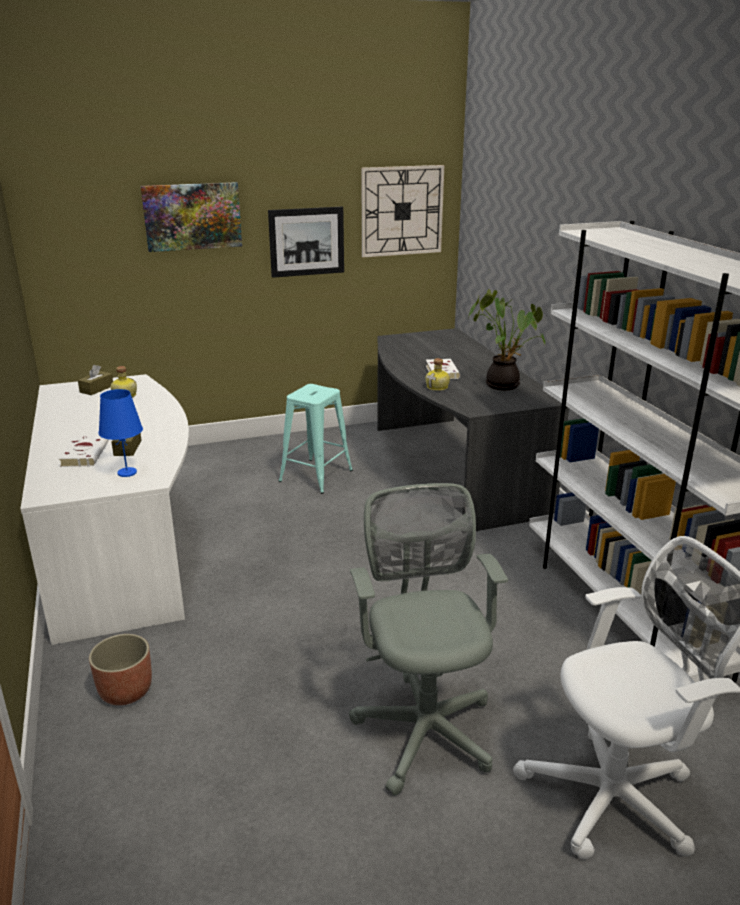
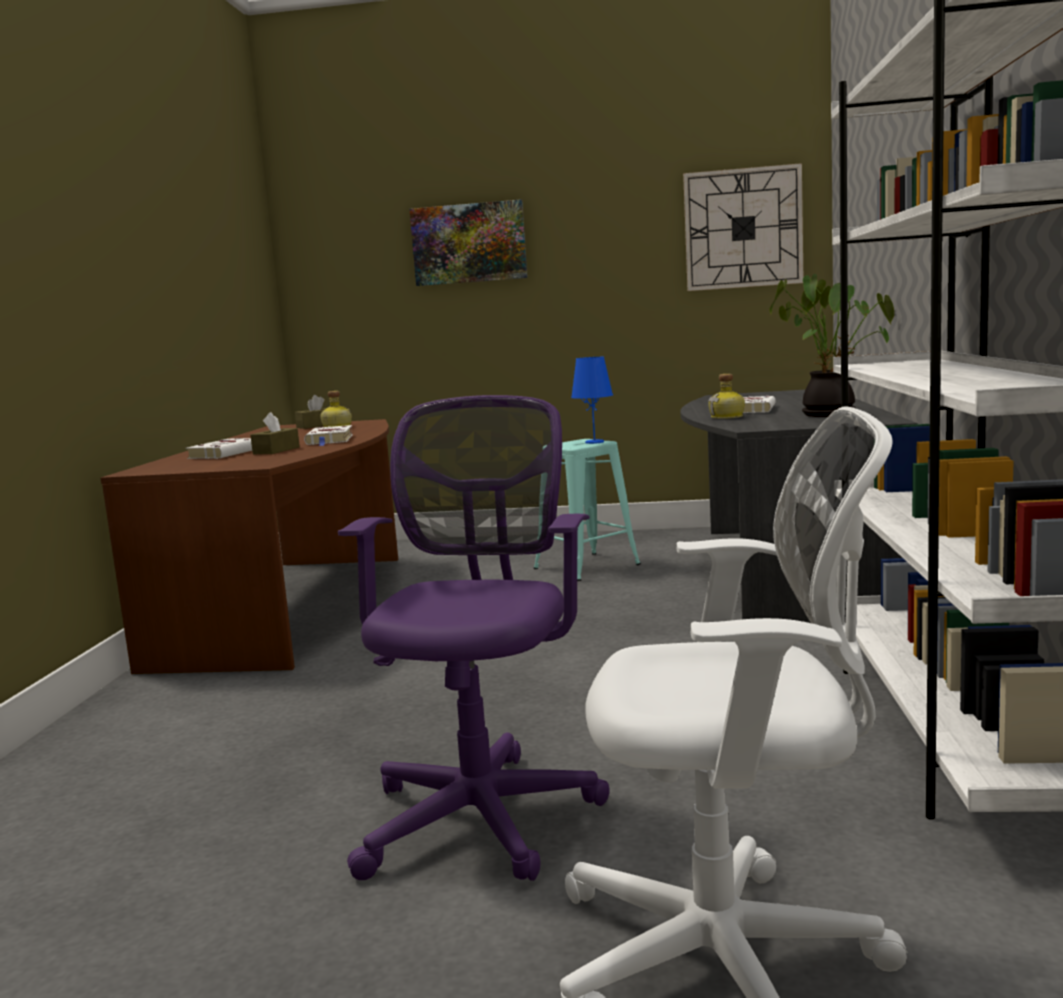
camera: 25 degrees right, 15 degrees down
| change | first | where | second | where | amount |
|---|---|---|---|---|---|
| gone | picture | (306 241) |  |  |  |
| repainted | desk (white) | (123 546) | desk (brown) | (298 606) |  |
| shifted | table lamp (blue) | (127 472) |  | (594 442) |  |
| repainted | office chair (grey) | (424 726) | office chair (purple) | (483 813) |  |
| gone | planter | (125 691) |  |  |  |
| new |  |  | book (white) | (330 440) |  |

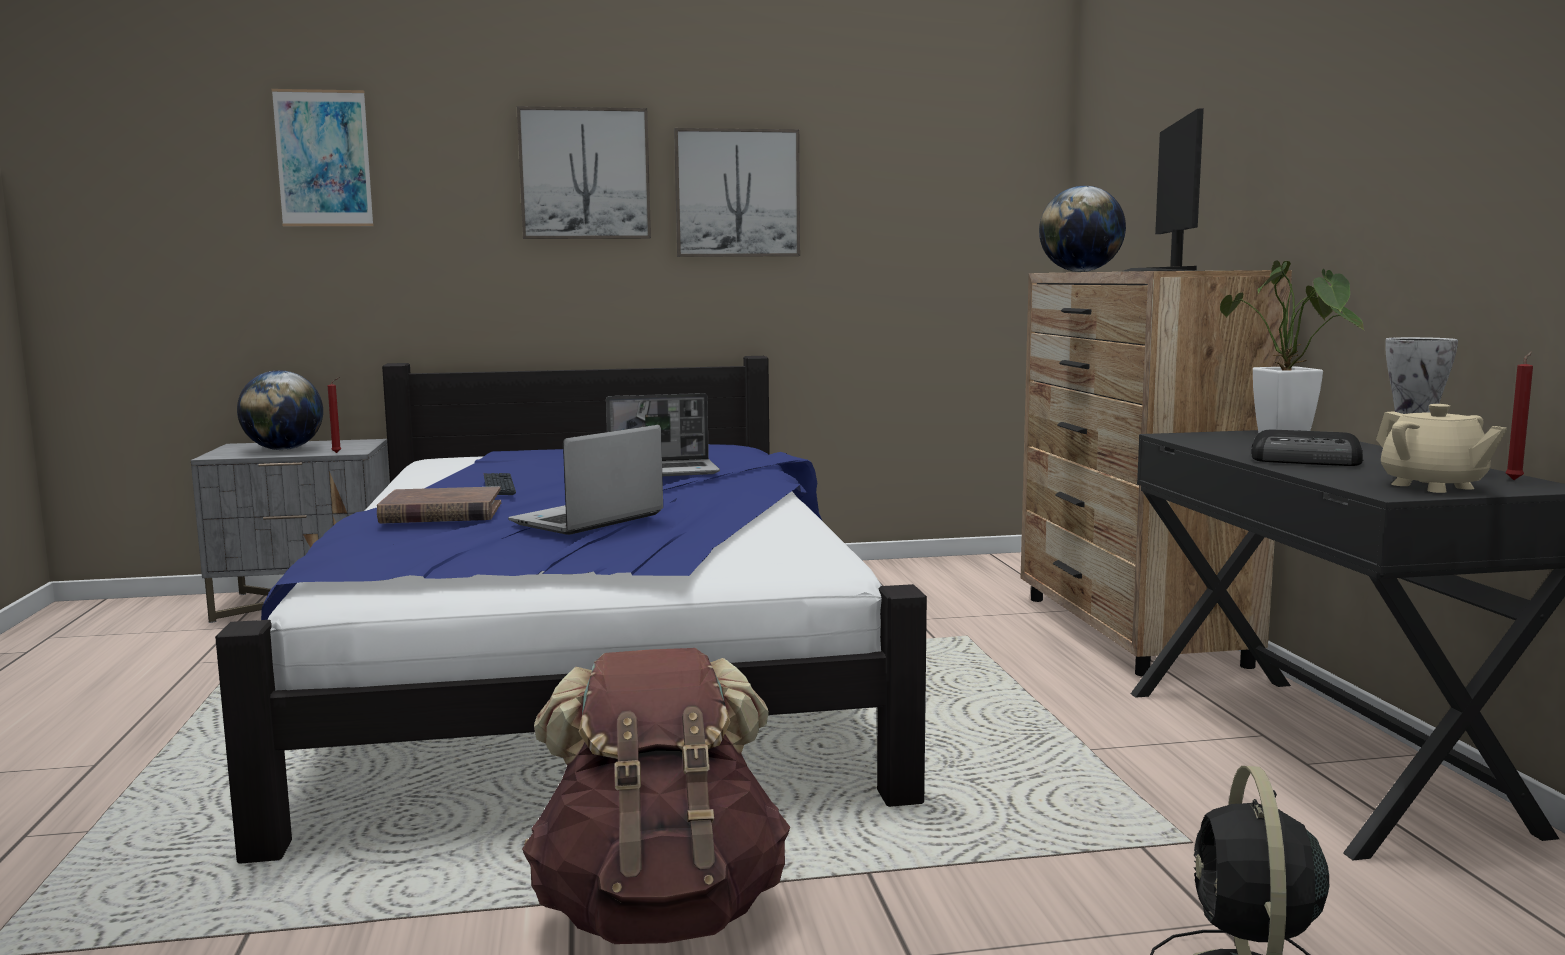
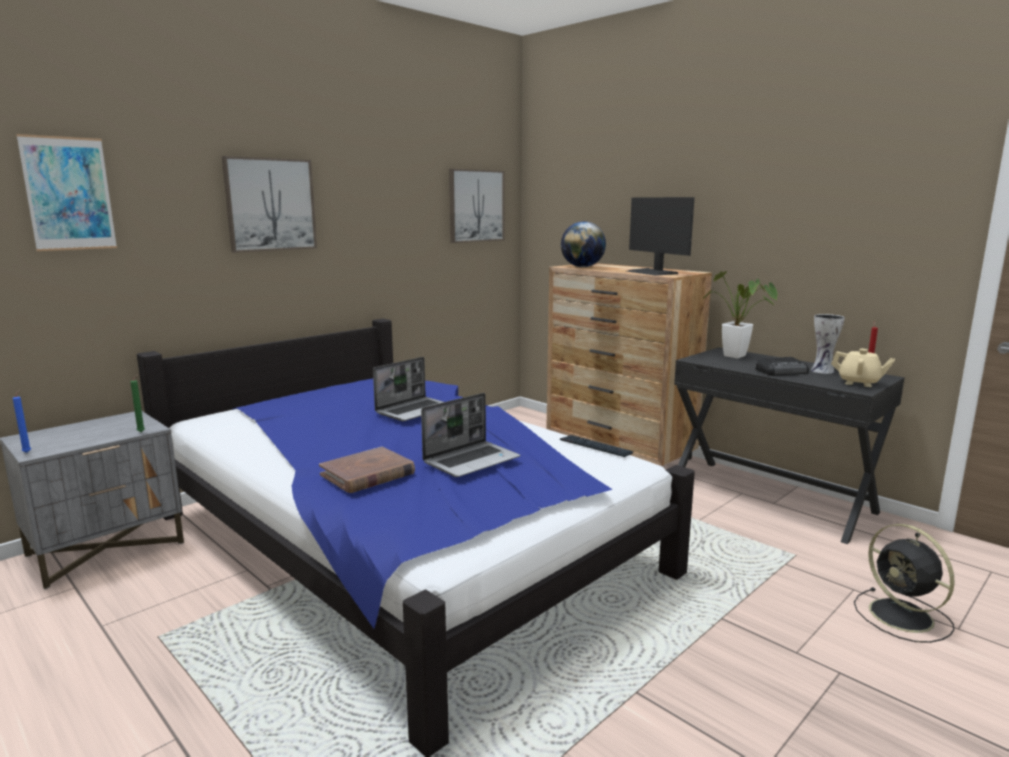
camera: 35 degrees left, 5 degrees up
| change | first | where | second | where | amount |
|---|---|---|---|---|---|
| shifted | picture | (737 193) |  | (476 206) |  |
| gone | globe | (284 449) |  |  |  |
| repainted | candle (red) | (338 453) | candle (green) | (142 432) |  |
| rotated | laptop | (587 520) |  | (472 460) | 135 degrees counterclockwise |
| shifted | keyboard | (499 486) |  | (595 447) |  |
| gone | backpack (brown) | (660 910) |  |  |  |
| new |  |  | candle (blue) | (28 452) |  |

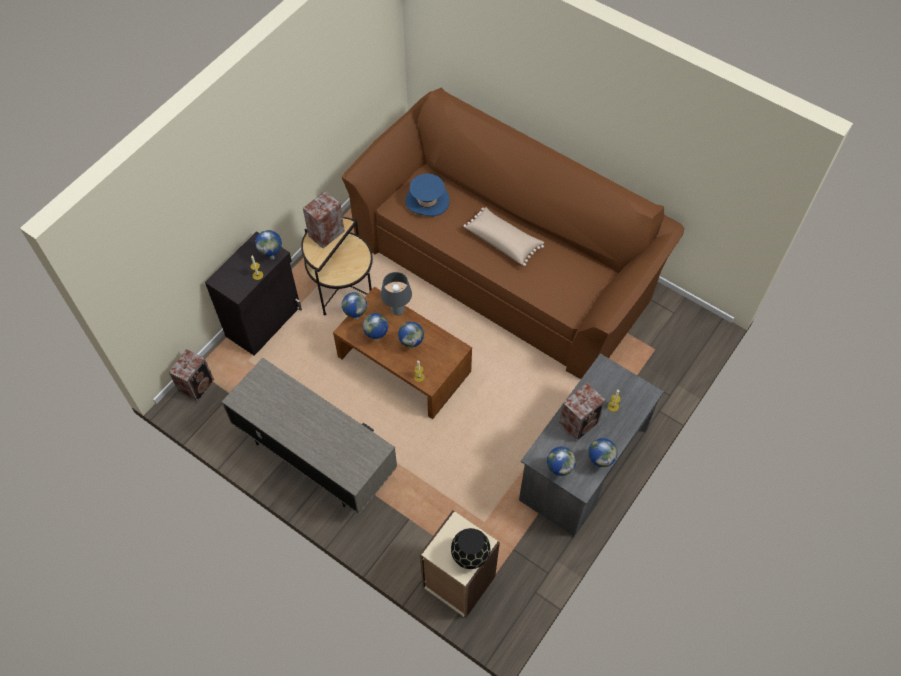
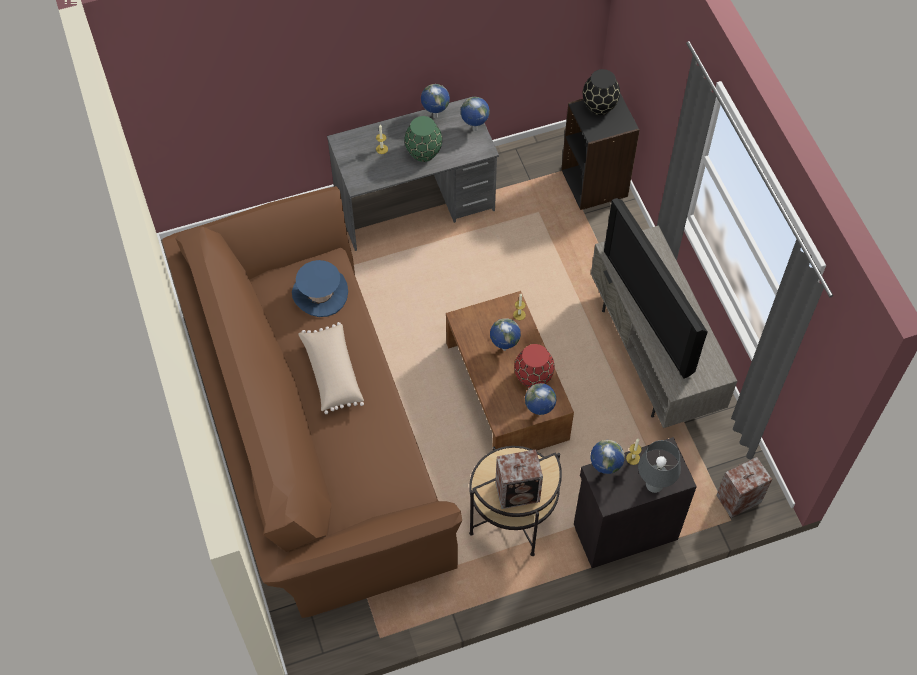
camera: 145 degrees left, 0 degrees up
| change | first | where | second | where | amount |
|---|---|---|---|---|---|
| shifted | hat (blue) | (427 201) |  | (320 293) |  |
| shifted | table lamp (grey) | (397 310) |  | (654 486) |  |
| swapped | globe | (377 339) | vase (red) | (533 377) |  |
| swapped | speaker | (579 423) | vase (green) | (423 153) |  |
| repainted | bookcase (beige) | (458 582) | bookcase (black) | (595 183) |  |
| new |  |  | television | (652 310) |  |

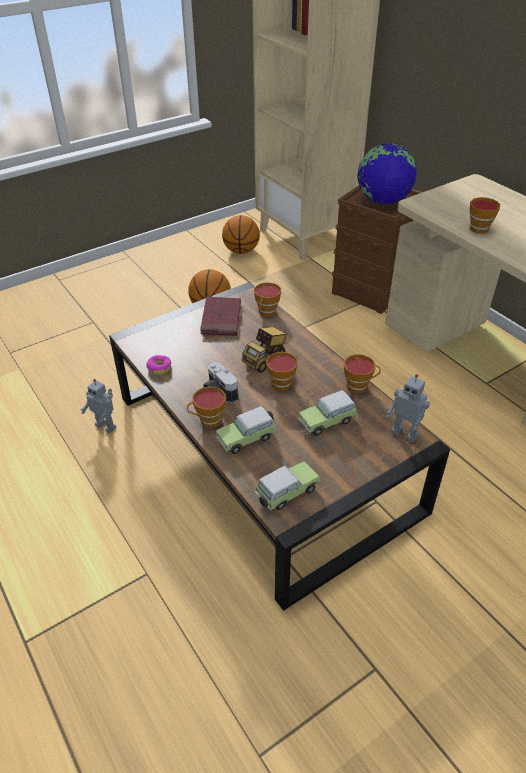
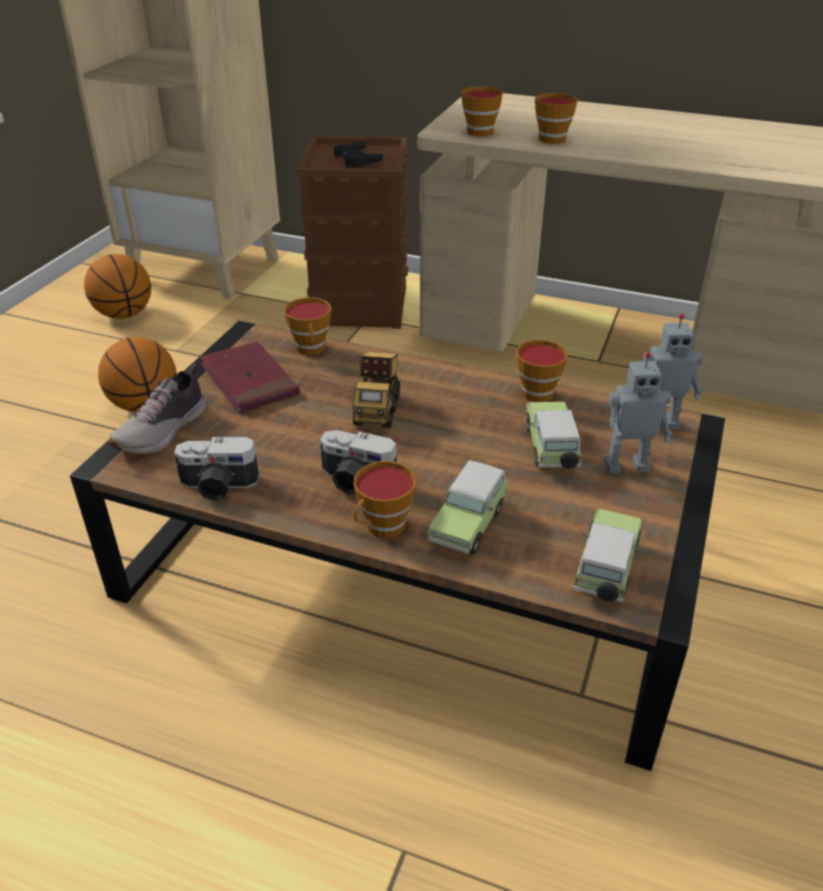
camera: 35 degrees left, 5 degrees down
| change | first | where | second | where | amount |
|---|---|---|---|---|---|
| swapped | globe | (383 201) | game controller (black) | (356 159) |  |
| shifted | cup | (283 382) |  | (480 131) |  |
| swapped | donut | (159 367) | photo camera | (218 487) |  |
| shifted | toy robot | (106 426) |  | (625 465) |  |
| rotated | toy car | (328 421) |  | (551 450) | 150 degrees clockwise |
| new |  |  | shoe | (163 430) |  |

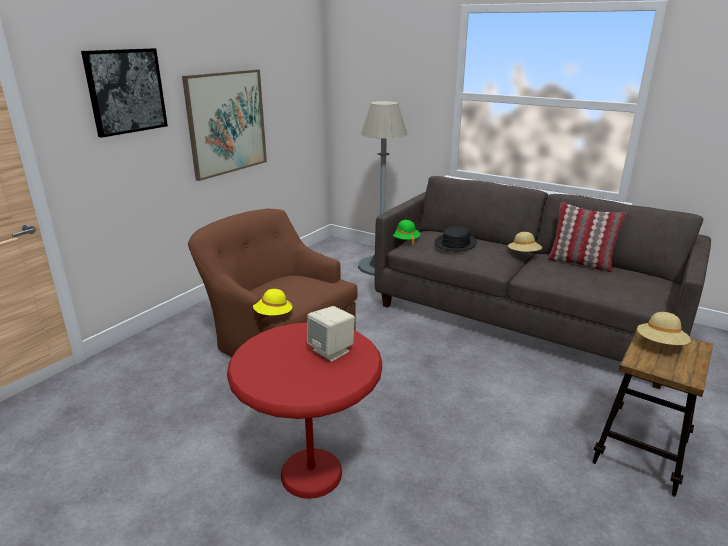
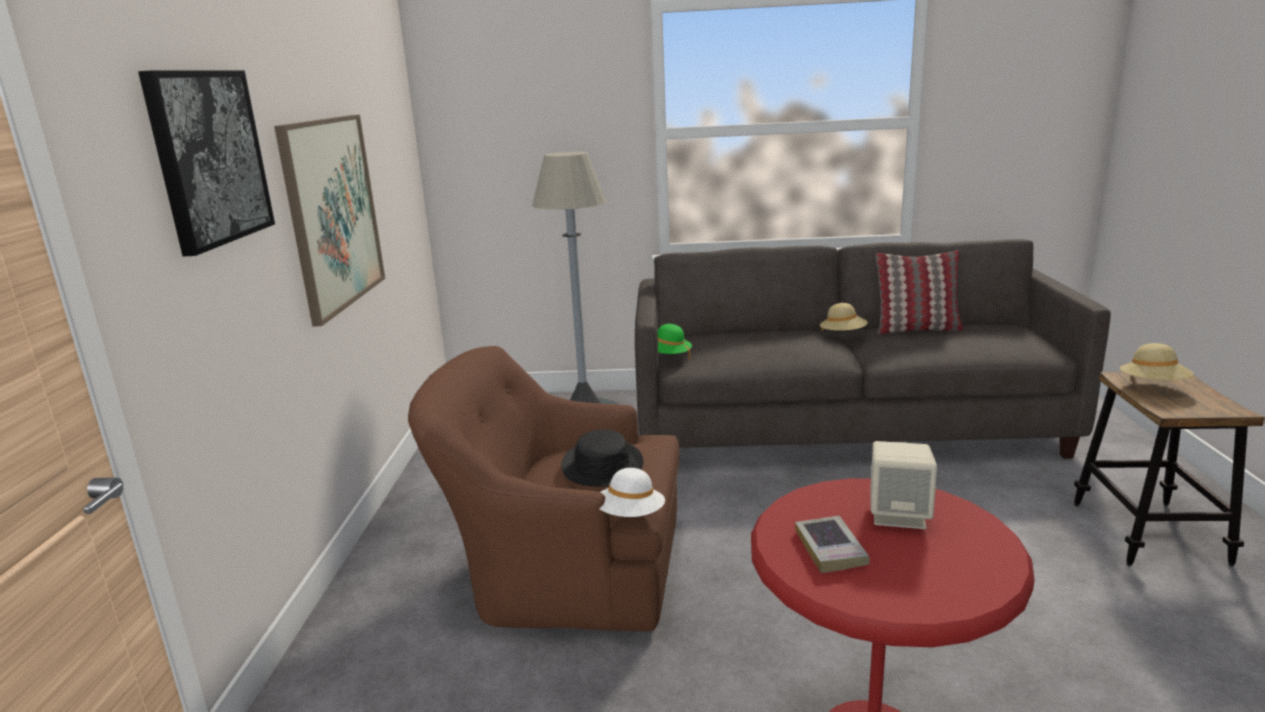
camera: 30 degrees left, 5 degrees down
| change | first | where | second | where | amount |
|---|---|---|---|---|---|
| shifted | hat (black) | (455 243) |  | (602 465) |  |
| repainted | hat (yellow) | (273 315) | hat (white) | (630 516) |  |
| new |  |  | book | (830 549) |  |

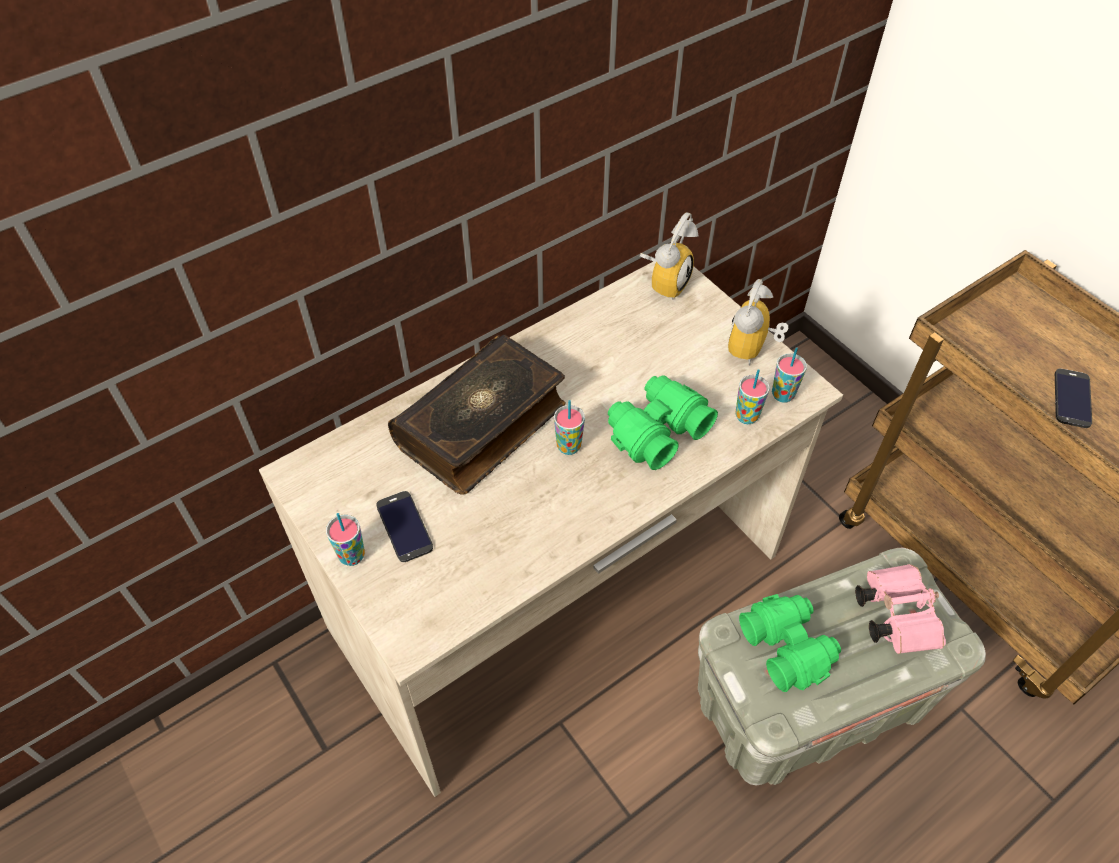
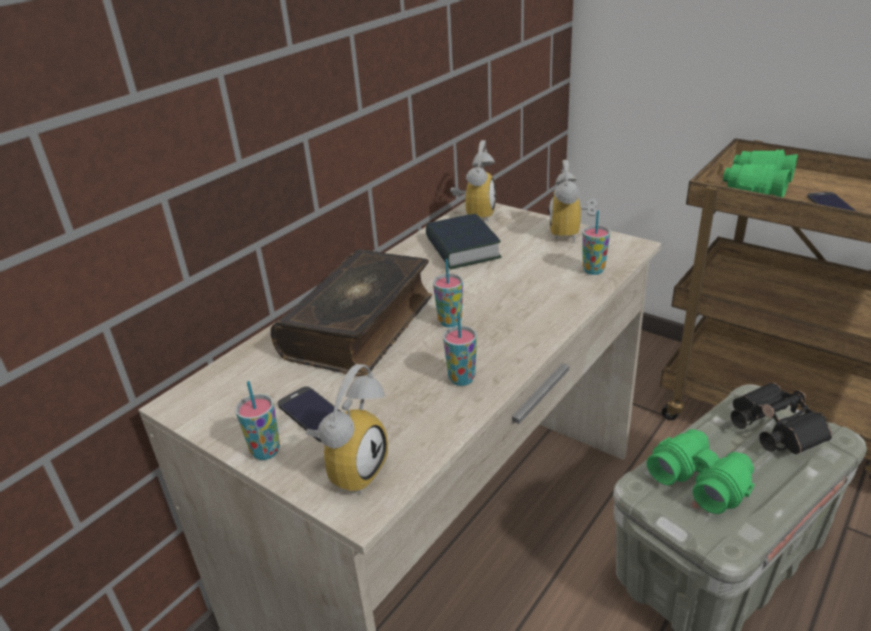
camera: 15 degrees left, 20 degrees down
| change | first | where | second | where | amount |
|---|---|---|---|---|---|
| shifted | cup | (782 395) |  | (461 379) |  |
| shifted | binoculars (green) | (656 430) |  | (756 186) |  |
| repainted | binoculars (pink) | (894 614) | binoculars (black) | (771 430) |  |
| new |  |  | book | (462 249) |  |
| new |  |  | alarm clock | (352 467) |  |

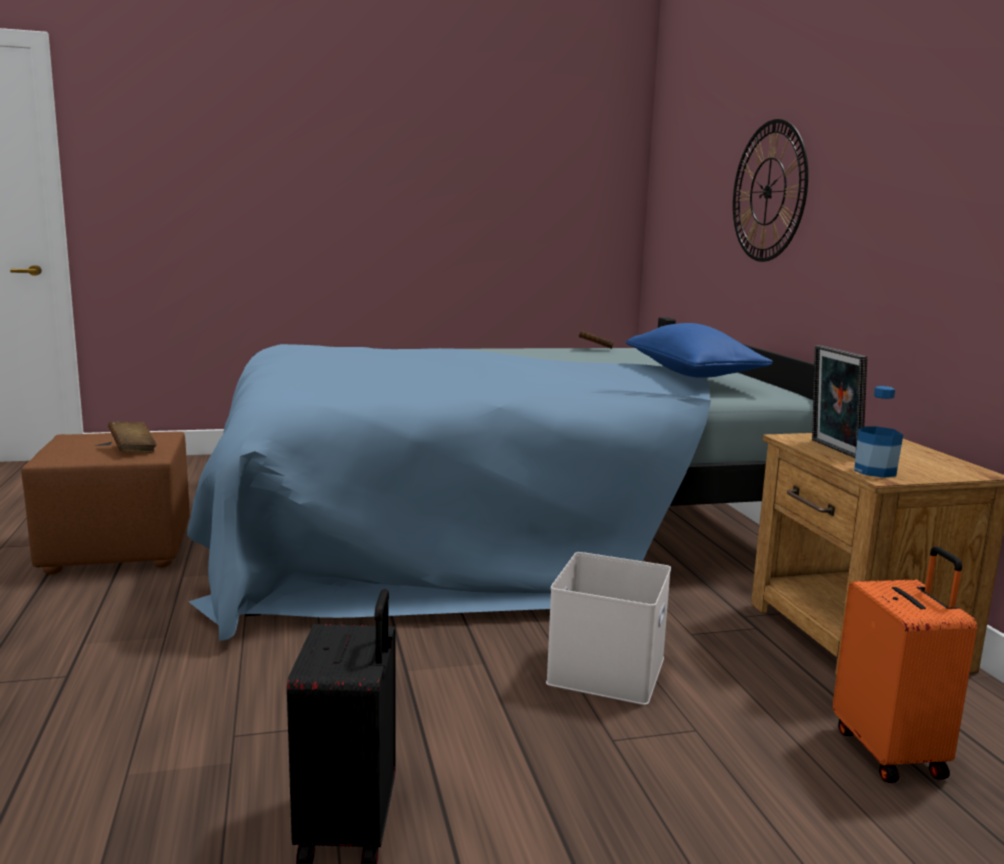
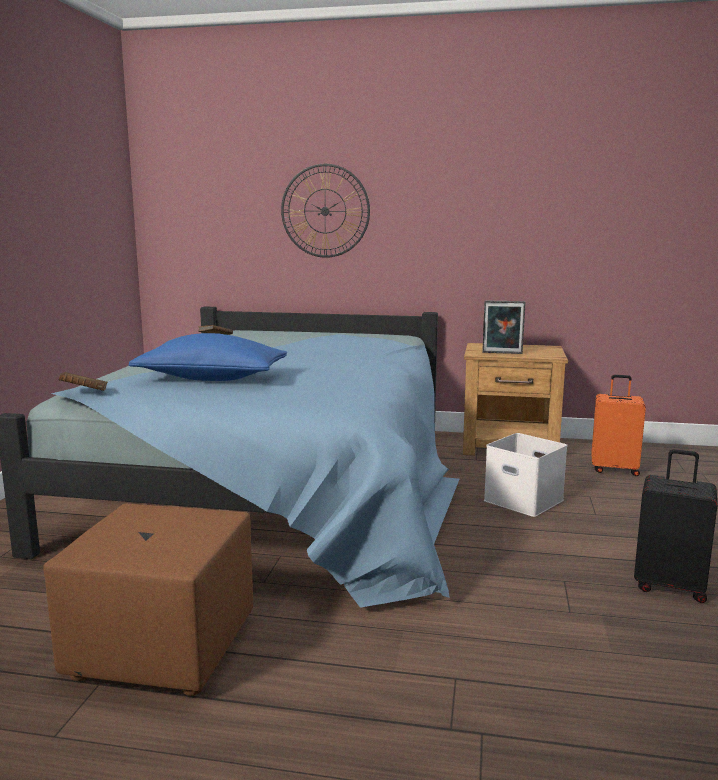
camera: 65 degrees left, 0 degrees up
| change | first | where | second | where | amount |
|---|---|---|---|---|---|
| shifted | pillow (blue) | (692 374) |  | (211 379) |  |
| gone | bottle | (875 471) |  |  |  |
| shifted | book (brown) | (133 449) |  | (84 393) |  |

